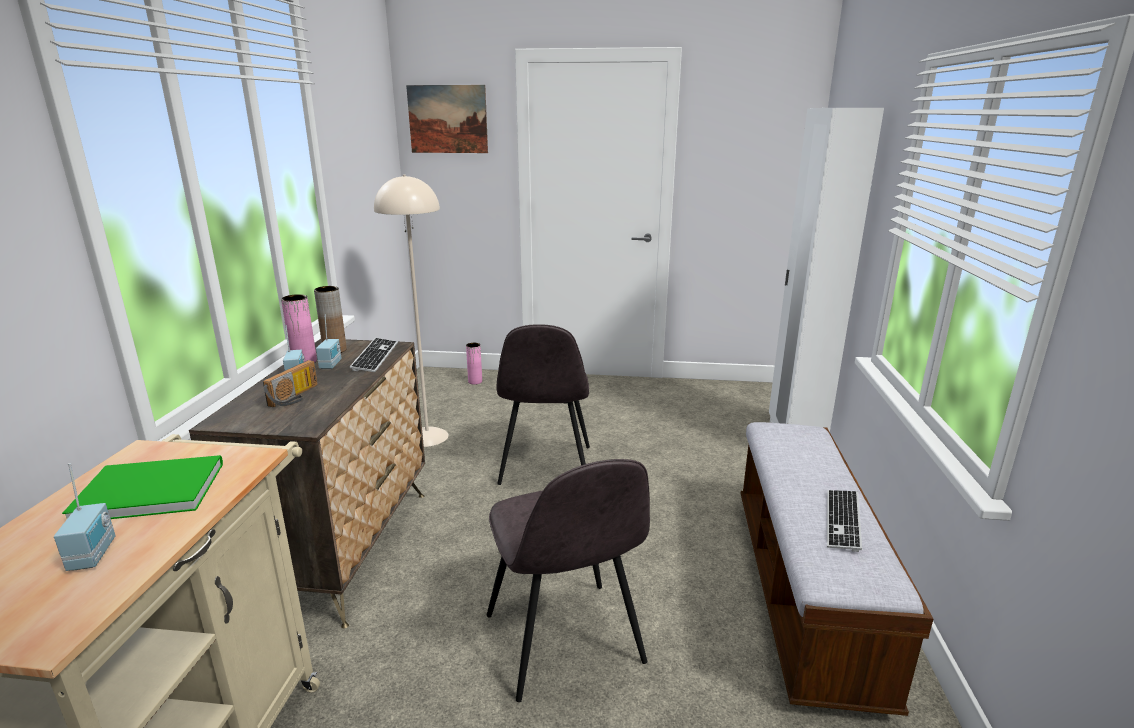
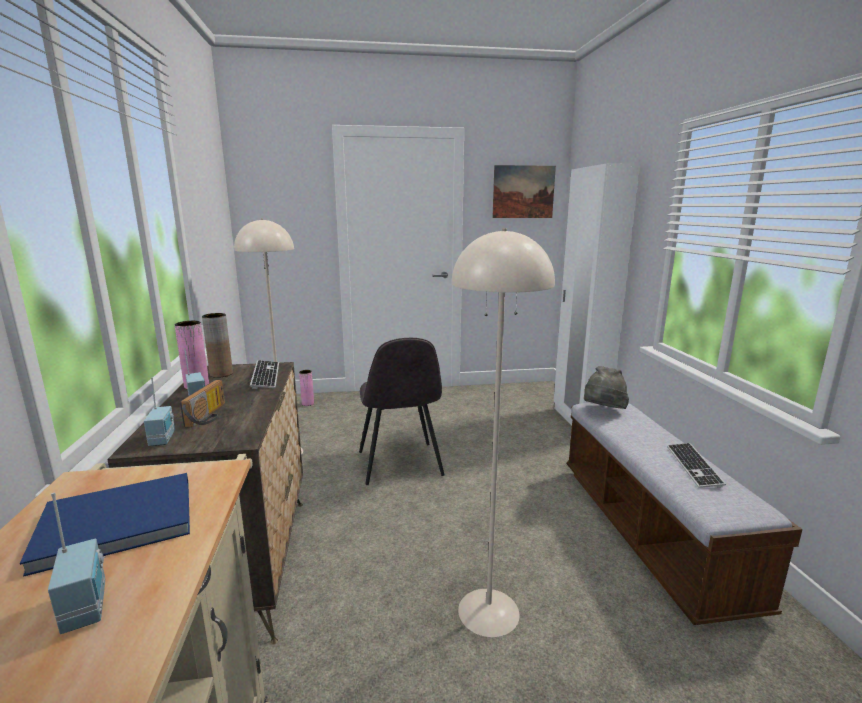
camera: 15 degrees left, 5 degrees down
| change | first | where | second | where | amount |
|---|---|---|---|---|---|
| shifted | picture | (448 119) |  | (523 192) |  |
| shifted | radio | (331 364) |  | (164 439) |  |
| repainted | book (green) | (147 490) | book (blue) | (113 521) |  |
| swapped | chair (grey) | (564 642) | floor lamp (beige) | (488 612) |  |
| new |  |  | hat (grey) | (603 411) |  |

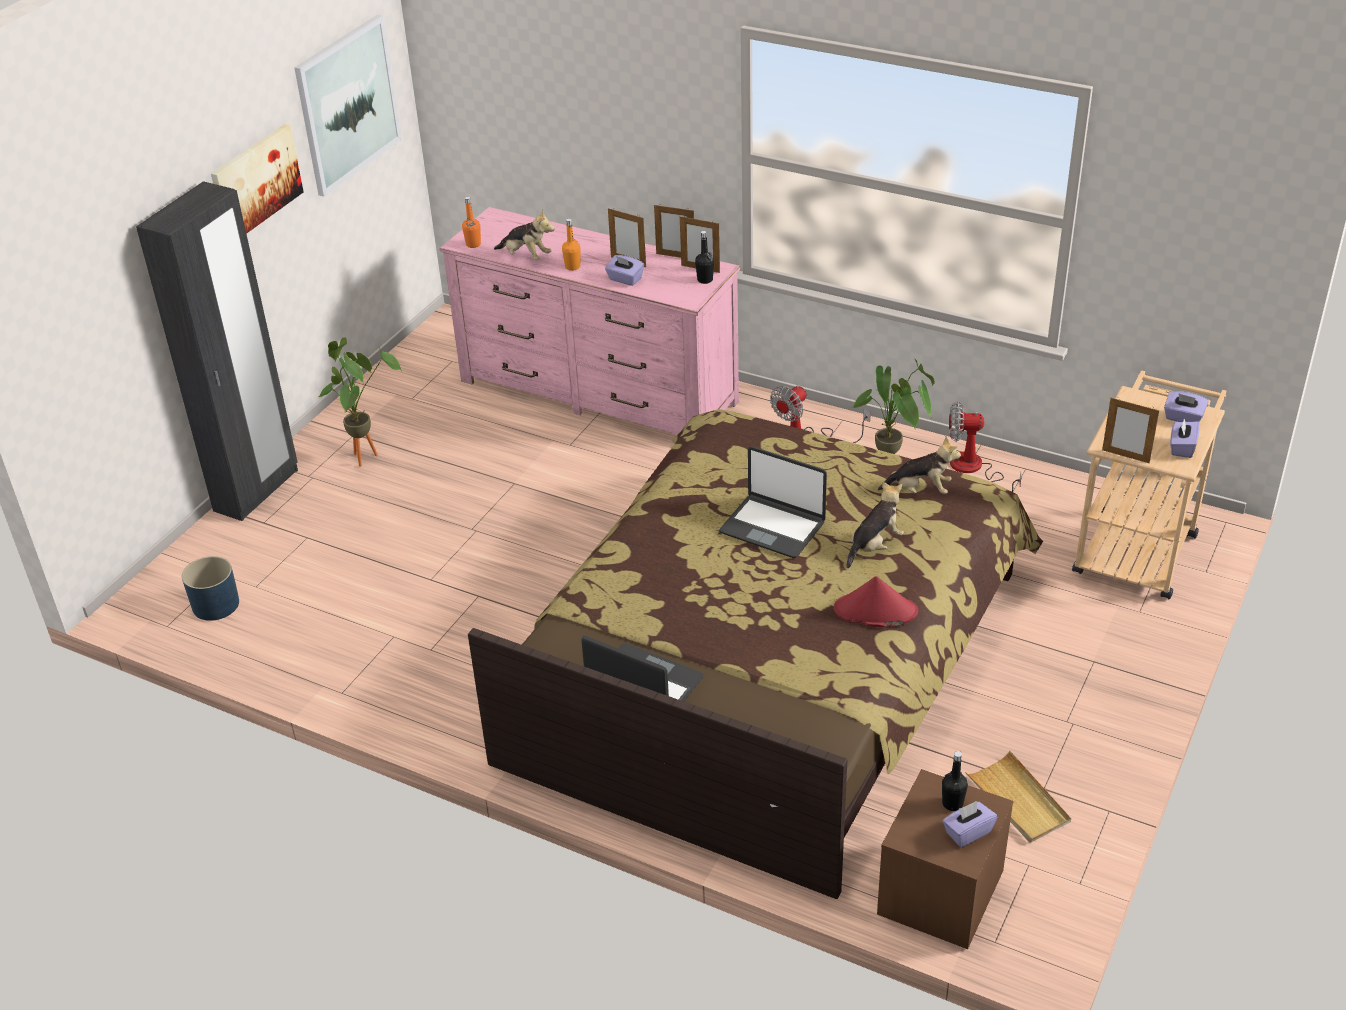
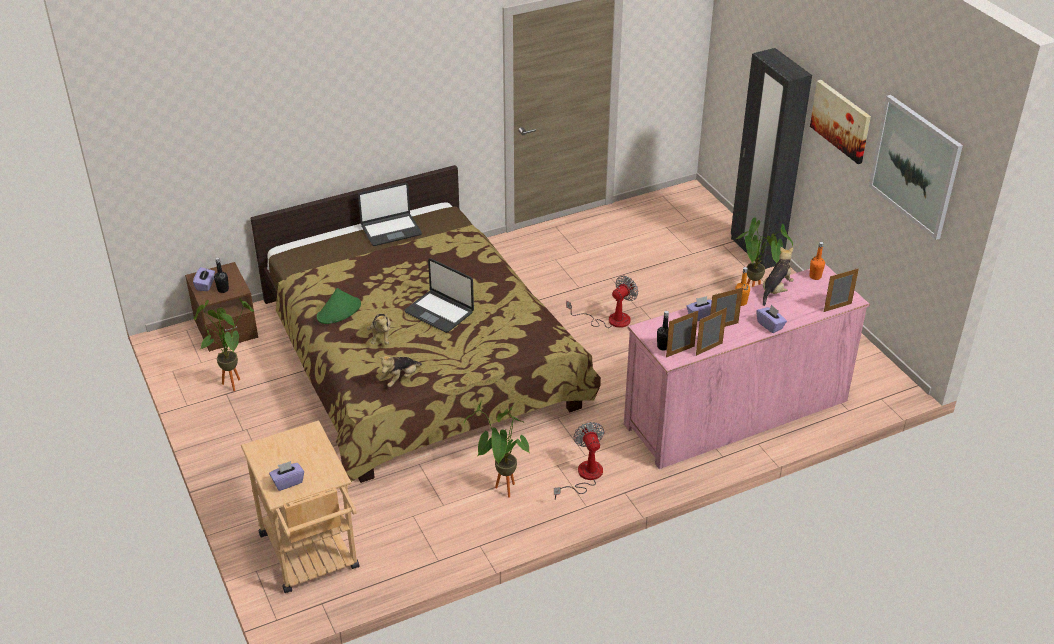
camera: 125 degrees right, 0 degrees up
| change | first | where | second | where | amount |
|---|---|---|---|---|---|
| rotated | plush toy | (526 256) |  | (775 290) | 150 degrees clockwise |
| shifted | picture frame | (1125 456) |  | (837 307) |  |
| shifted | fan | (974 469) |  | (610 320) |  |
| shifted | tissue box (purple) | (1182 448) |  | (770 325) |  |
| rotated | laptop | (773 527) |  | (439 312) | 120 degrees counterclockwise |
| gone | planter (blue) | (216 604) |  |  |  |
| repainted | hat (red) | (875 611) | hat (green) | (339 311) |  |
| swapped | tray (beige) | (1018 800) | potted plant | (232 381) |  |

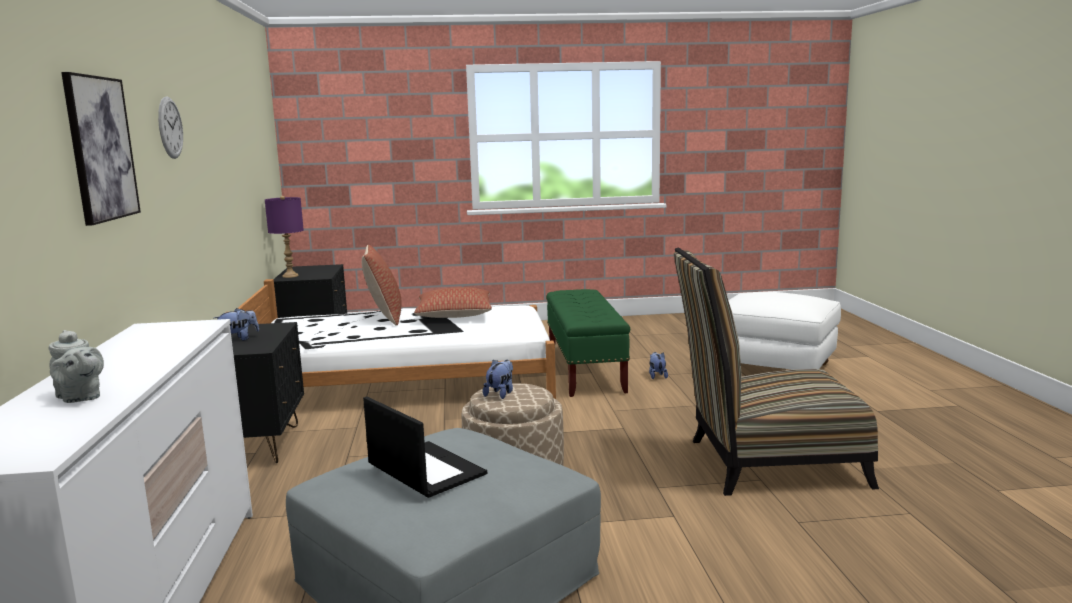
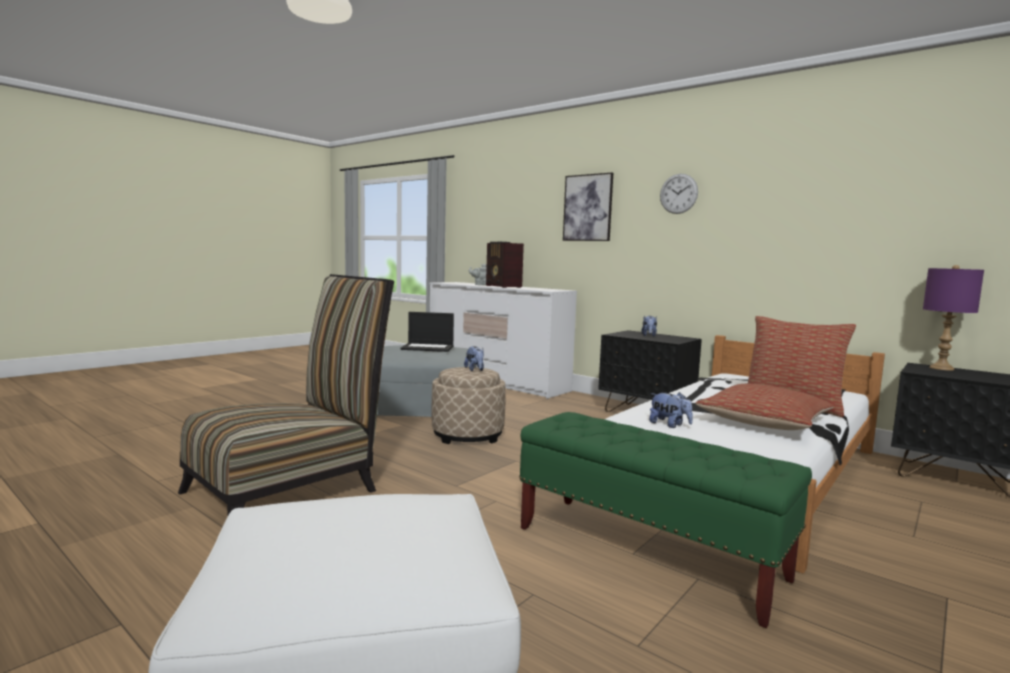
camera: 135 degrees right, 5 degrees down
| change | first | where | second | where | amount |
|---|---|---|---|---|---|
| shifted | plush toy | (657 376) |  | (669 425) |  |
| new |  |  | radio | (503 286) |  |

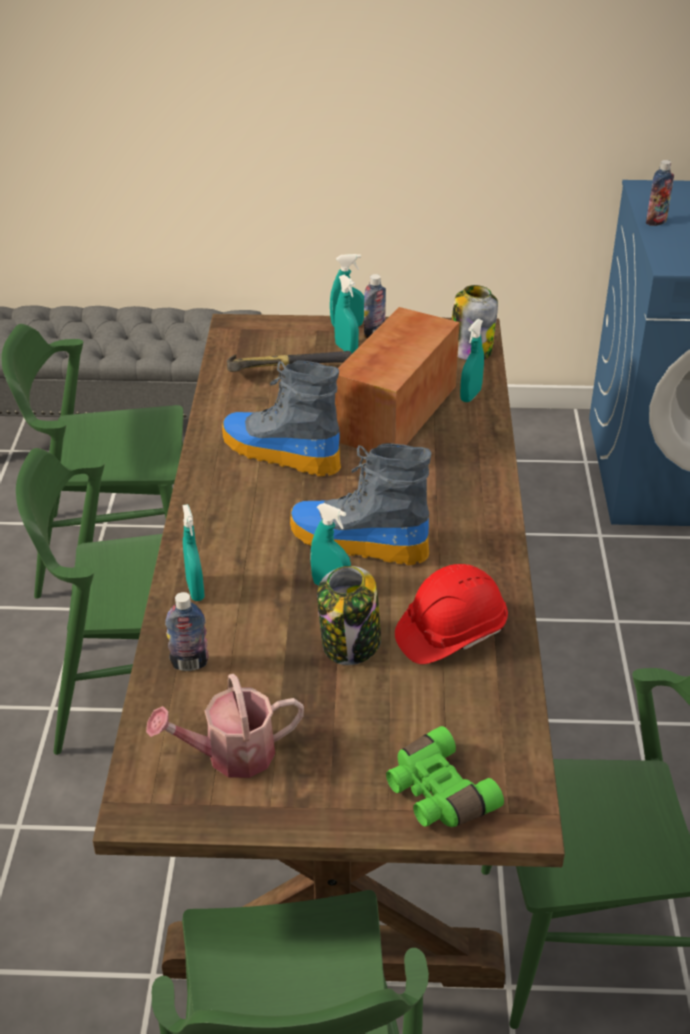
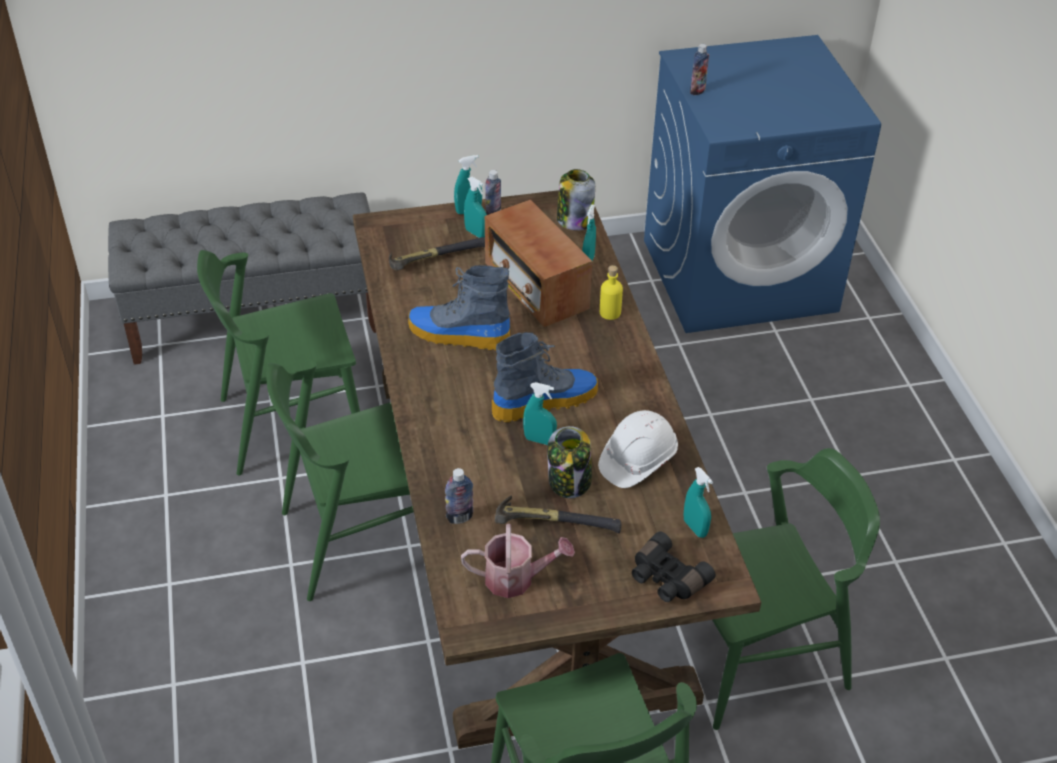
camera: 15 degrees left, 5 degrees up
| change | first | where | second | where | amount |
|---|---|---|---|---|---|
| rotated | radio | (395 415) |  | (536 288) | 45 degrees counterclockwise |
| rotated | boot | (356 542) |  | (545 401) | 150 degrees clockwise |
| shifted | spray bottle (turquoise) | (195 590) |  | (695 528) |  |
| repainted | hard hat (red) | (450 633) | hard hat (white) | (637 461) |  |
| rotated | watering can | (230 755) |  | (516 578) | 150 degrees counterclockwise |
| repainted | binoculars (green) | (436 794) | binoculars (black) | (666 578) |  |
| new |  |  | bottle (yellow) | (610 313) |  |
| new |  |  | hammer | (553 523) |  |

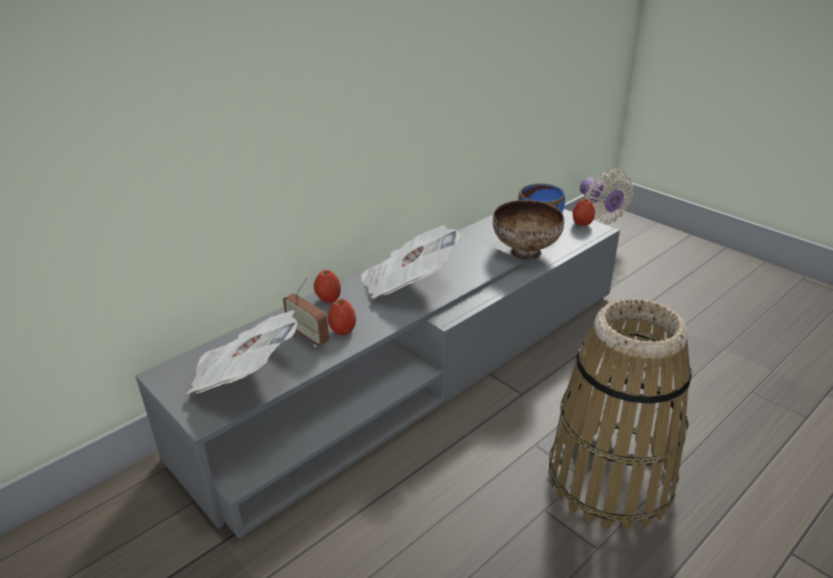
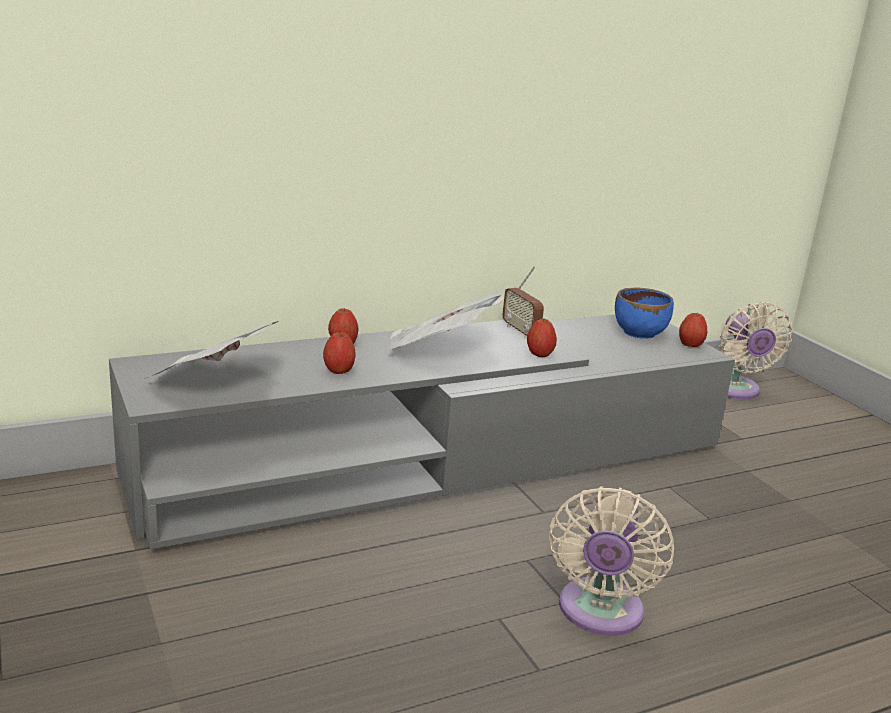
camera: 15 degrees right, 10 degrees down
| change | first | where | second | where | amount |
|---|---|---|---|---|---|
| gone | bowl | (524 252) |  |  |  |
| shifted | radio | (308 336) |  | (520 331) |  |
| swapped | basket | (610 479) | fan (beige) | (599 614) |  |
| new |  |  | apple | (539 354) |  |

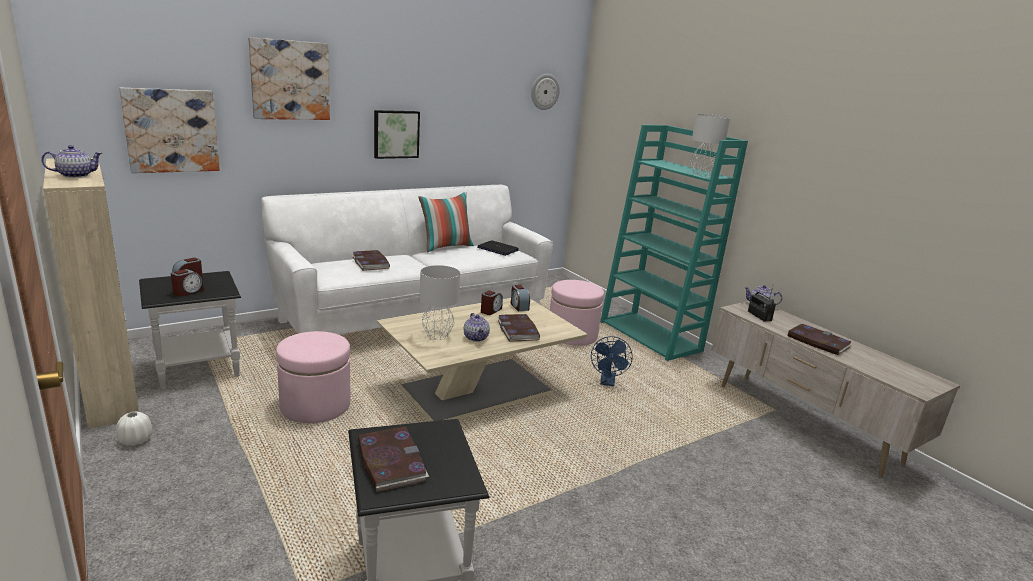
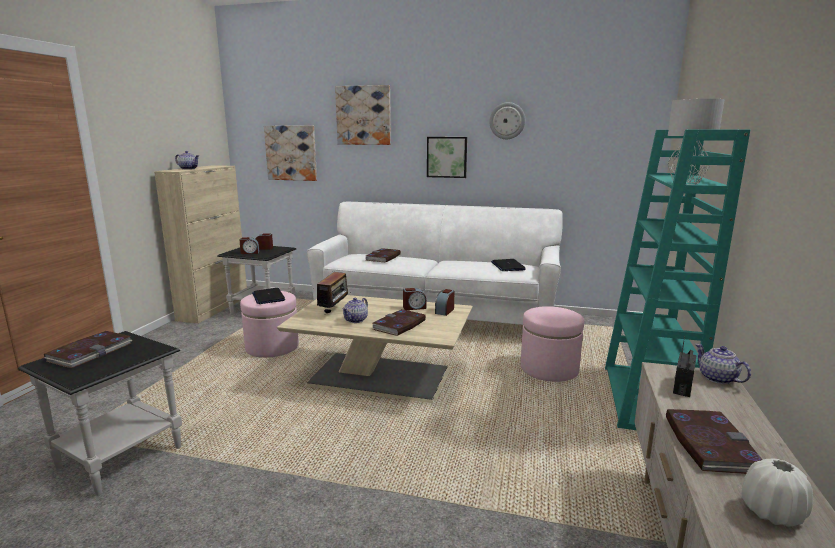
camera: 50 degrees right, 5 degrees down
| change | first | where | second | where | amount |
|---|---|---|---|---|---|
| shifted | wall clock | (544 91) |  | (507 121) |  |
| gone | pillow | (446 247) |  |  |  |
| swapped | table lamp (grey) | (436 335) | radio | (334 311) |  |
| gone | fan (blue) | (607 382) |  |  |  |
| shifted | vase (white) | (135 440) |  | (771 512) |  |
| new |  |  | laptop | (268 297) |  |

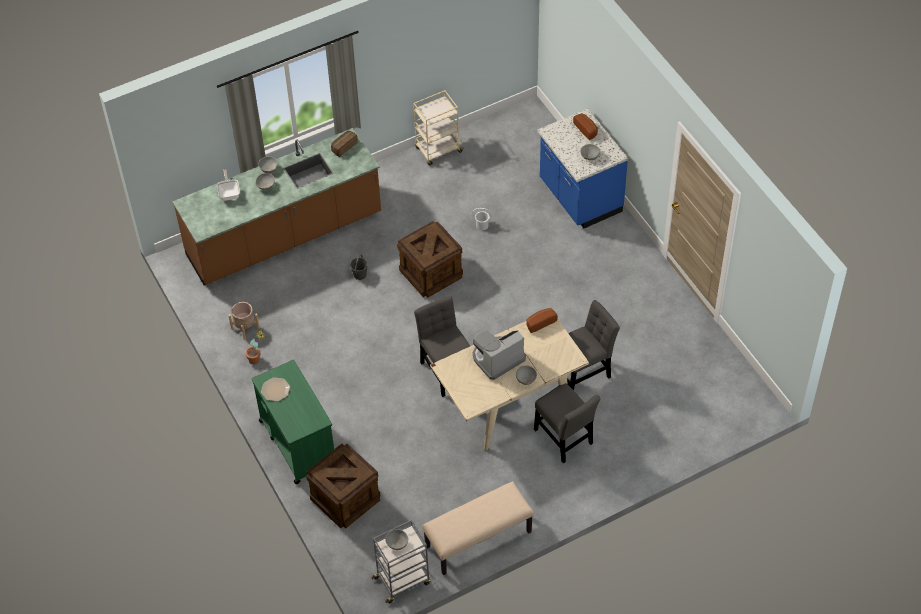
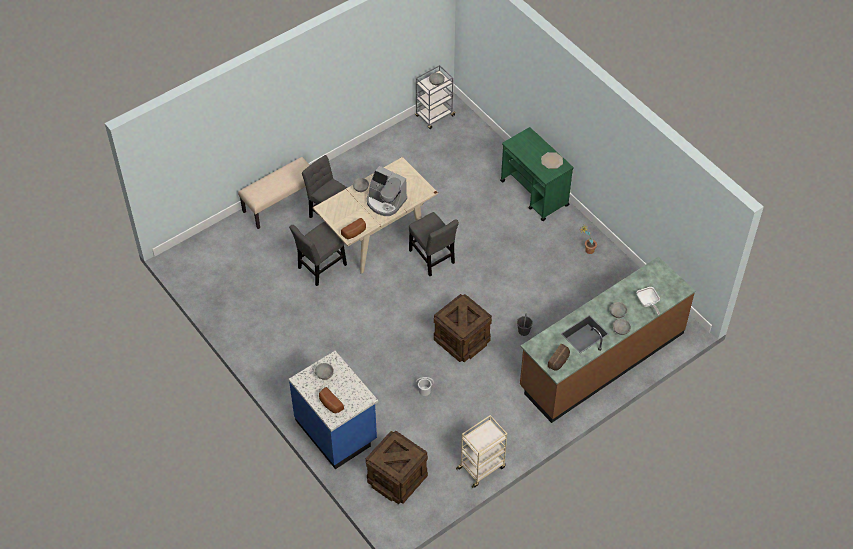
camera: 170 degrees right, 0 degrees up
| change | first | where | second | where | amount |
|---|---|---|---|---|---|
| gone | planter (beige) | (245 328) |  |  |  |
| rotated | coffee machine | (497 359) |  | (385 202) | 75 degrees clockwise |
| shifted | crate | (346 498) |  | (396 478) |  |
| shifted | bench (beige) | (478 540) |  | (281 202) |  |

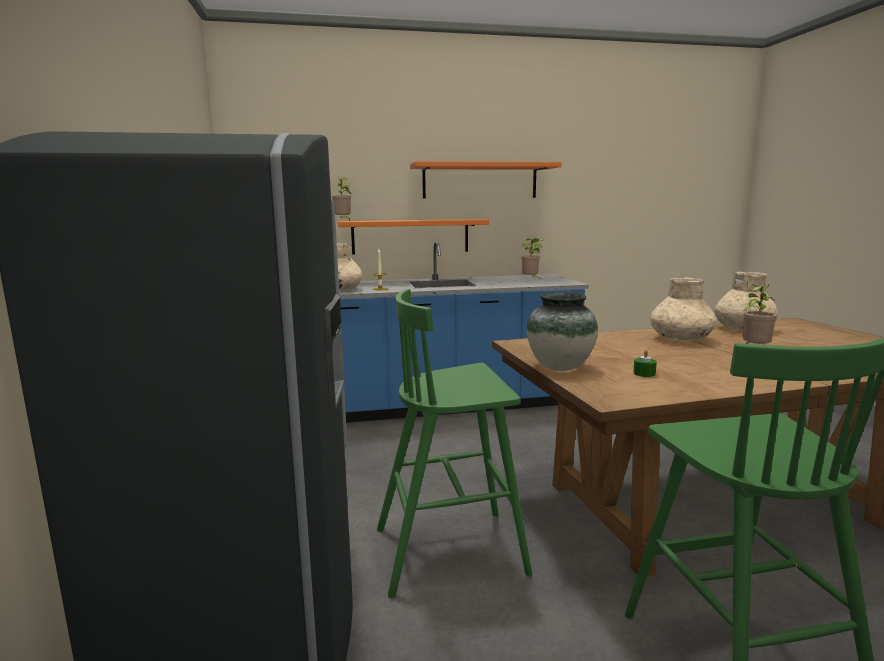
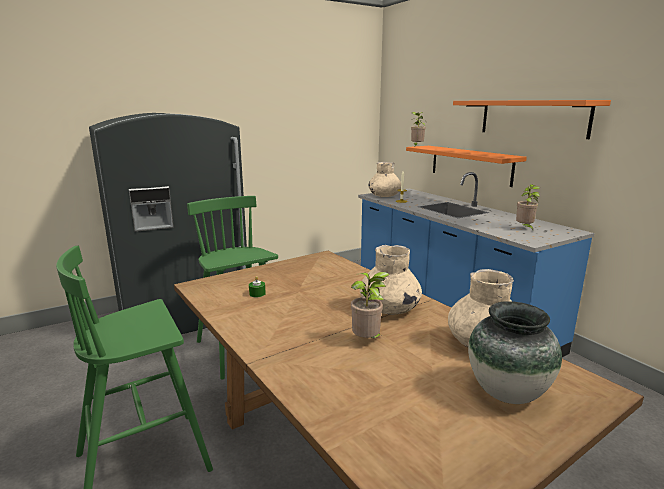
camera: 70 degrees right, 5 degrees up
| change | first | where | second | where | amount |
|---|---|---|---|---|---|
| shifted | vase | (559 367) |  | (506 392) |  |

